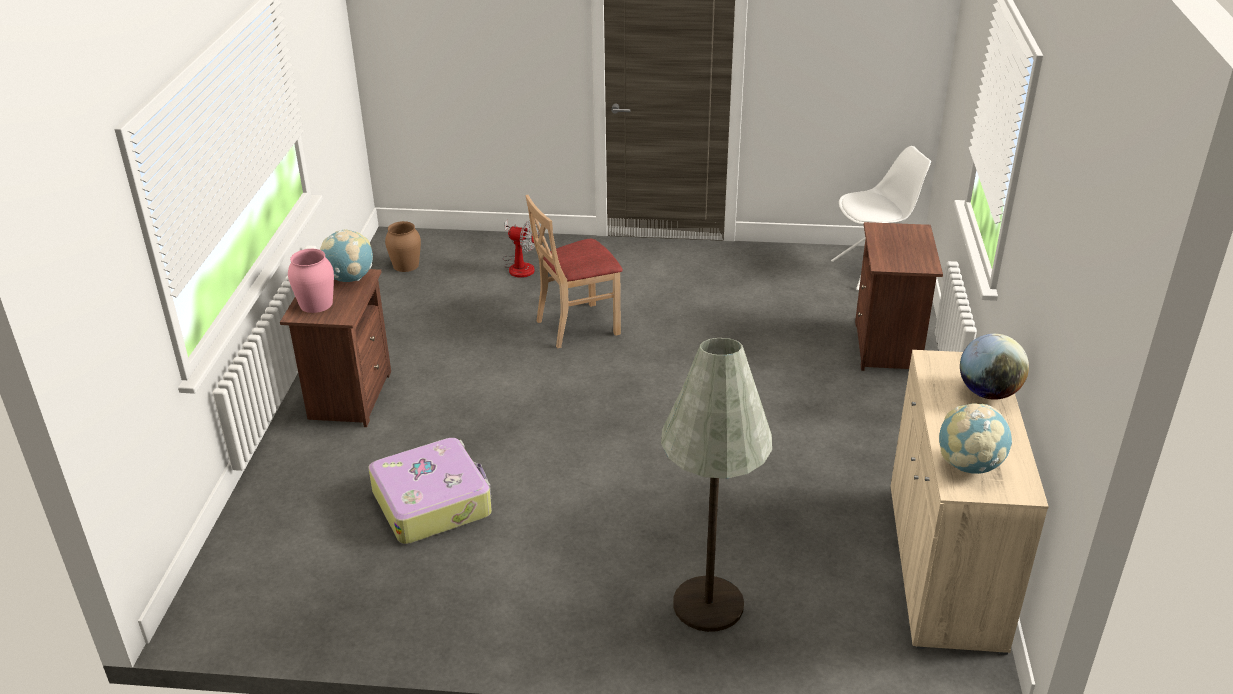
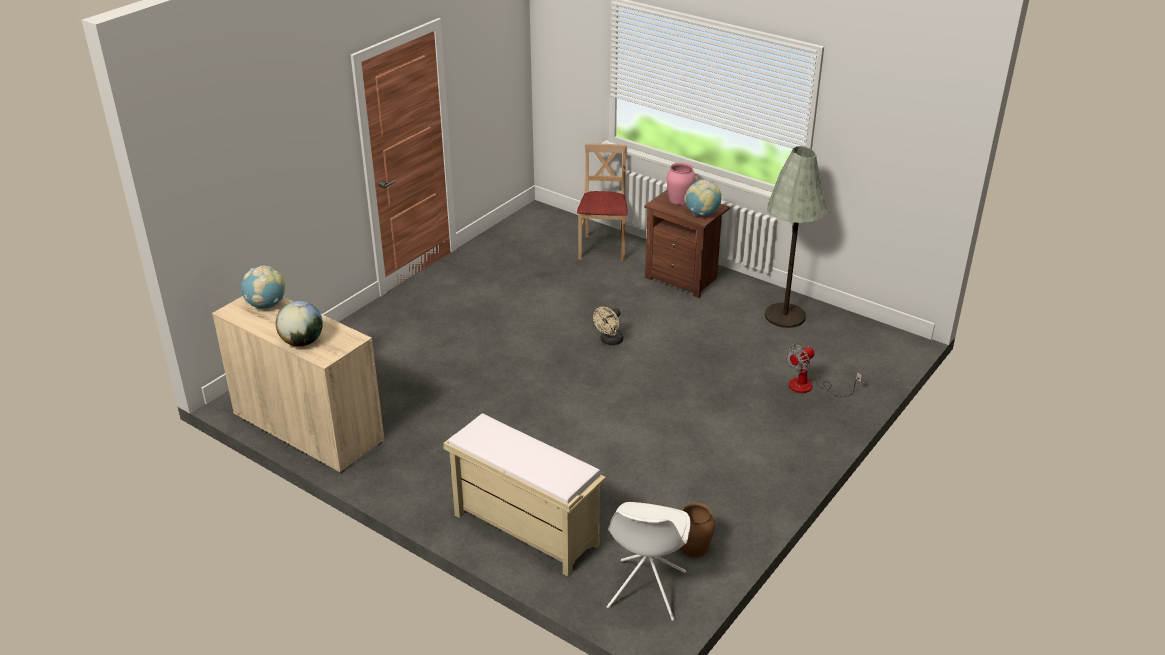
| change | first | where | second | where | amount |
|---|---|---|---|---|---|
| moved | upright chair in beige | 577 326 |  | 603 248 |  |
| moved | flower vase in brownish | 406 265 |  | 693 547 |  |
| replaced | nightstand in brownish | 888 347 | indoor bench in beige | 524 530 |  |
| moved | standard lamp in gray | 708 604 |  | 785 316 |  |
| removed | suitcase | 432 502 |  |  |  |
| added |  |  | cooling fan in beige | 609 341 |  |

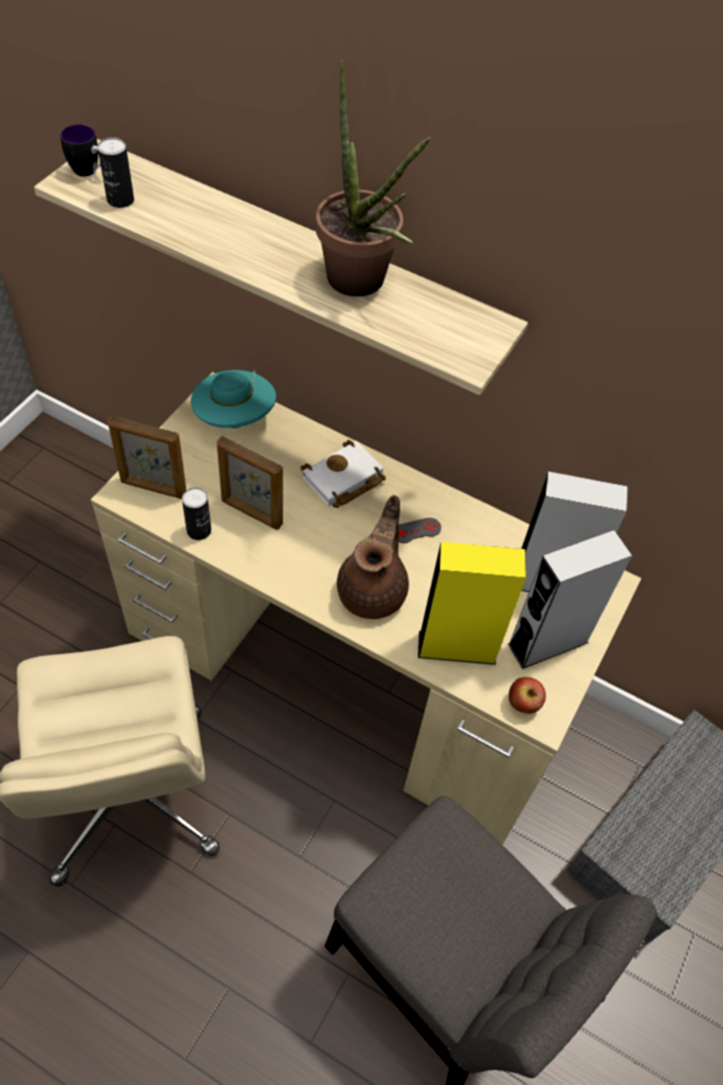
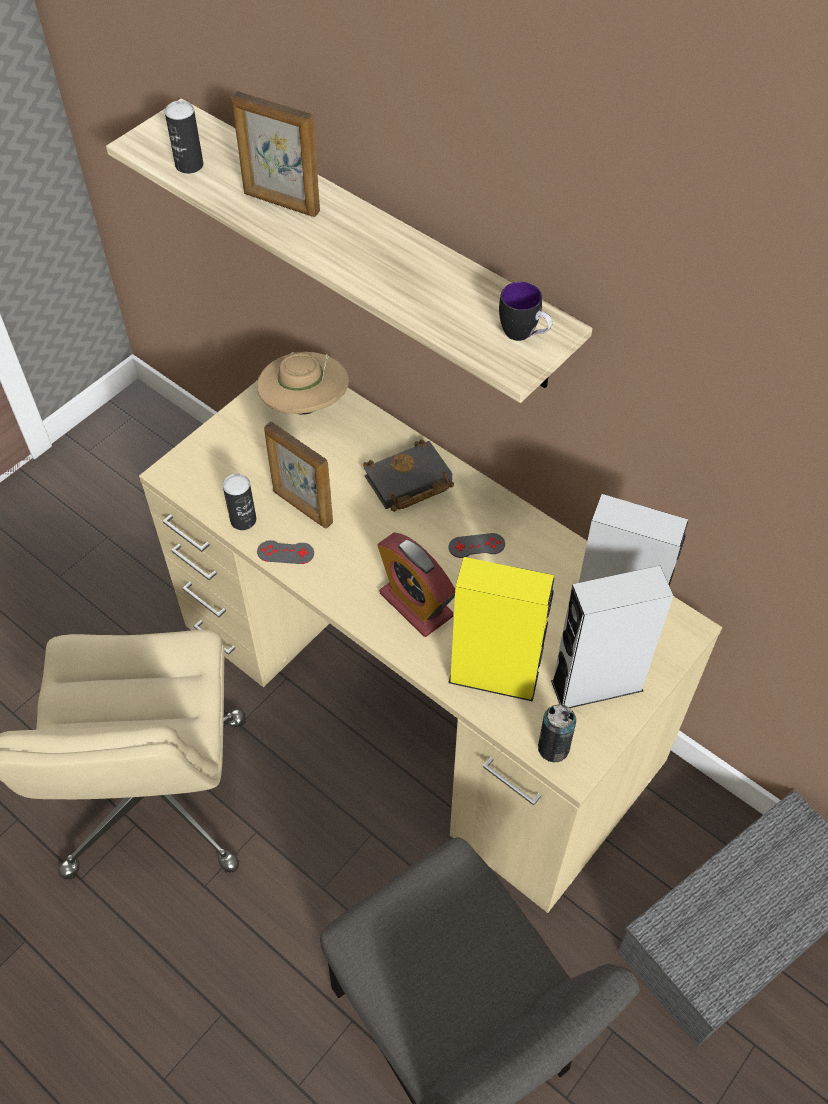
| change | first | where | second | where | amount |
|---|---|---|---|---|---|
| removed | potted plant | 361 286 |  |  |  |
| moved | tea mug | 90 172 |  | 524 335 |  |
| recoloured | wearable hat in blue-green | 235 419 | wearable hat in beige | 305 405 |  |
| moved | photo frame | 153 488 |  | 281 203 |  |
| recoloured | bound book in white | 343 481 | bound book in blackish | 407 483 |  |
| replaced | pot for tea in brownish | 374 590 | bedside clock | 416 604 |  |
| replaced | apple | 523 704 | sealed can | 553 748 |  |
| added |  |  | game controller in gray | 285 552 |  |

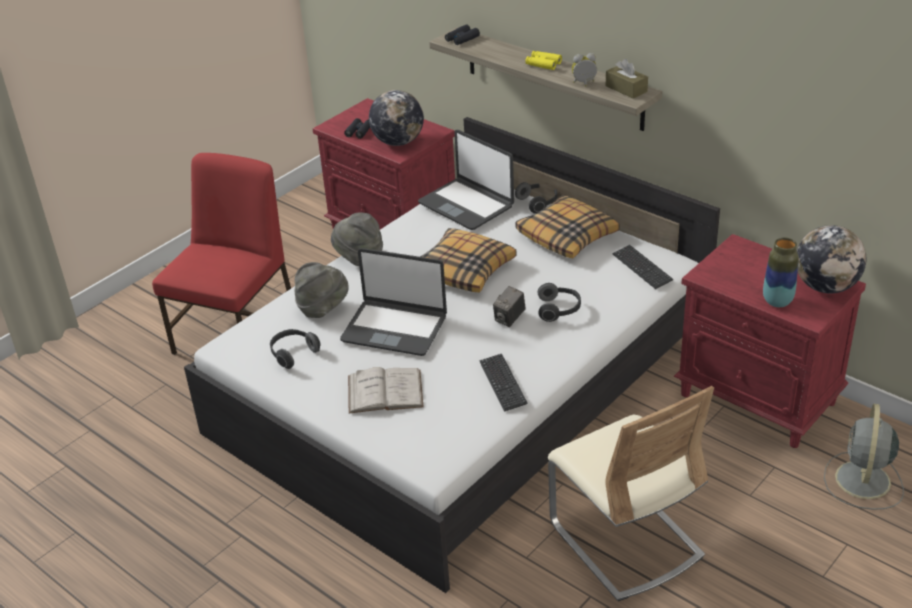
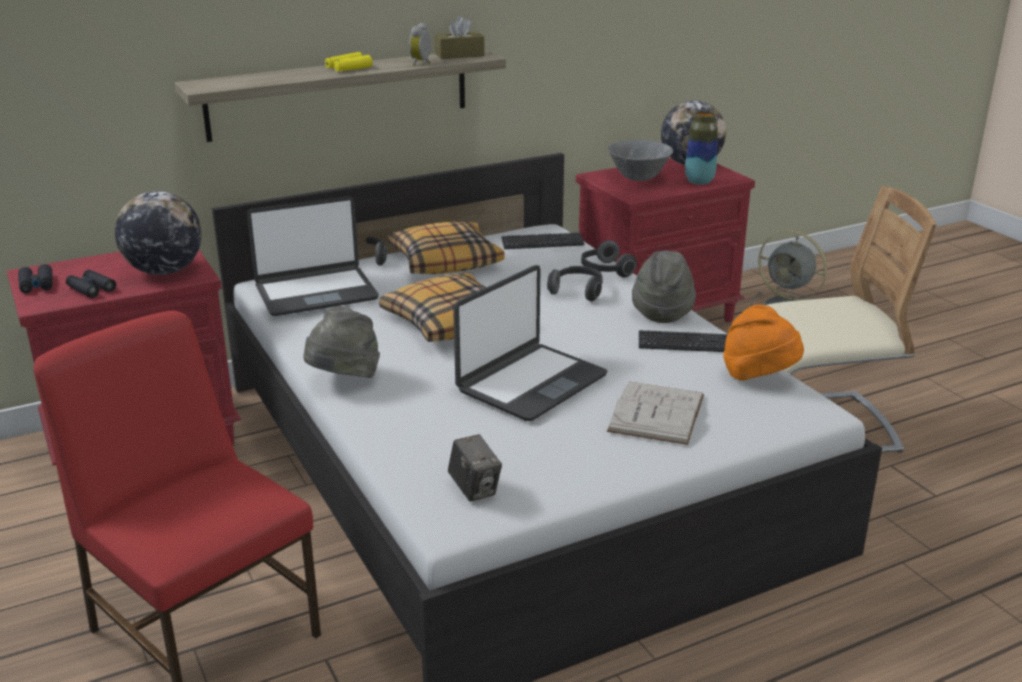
| change | first | where | second | where | amount |
|---|---|---|---|---|---|
| moved | pair of binoculars in blackish | 462 39 |  | 37 285 |  |
| moved | wearable hat in gray | 323 308 |  | 662 312 |  |
| moved | still camera | 509 319 |  | 474 489 |  |
| moved | pair of headphones | 293 354 |  | 605 271 |  |
| added |  |  | deep dish in gray | 638 179 |  |
| added |  |  | wearable hat in orange-coloured | 759 377 |  |

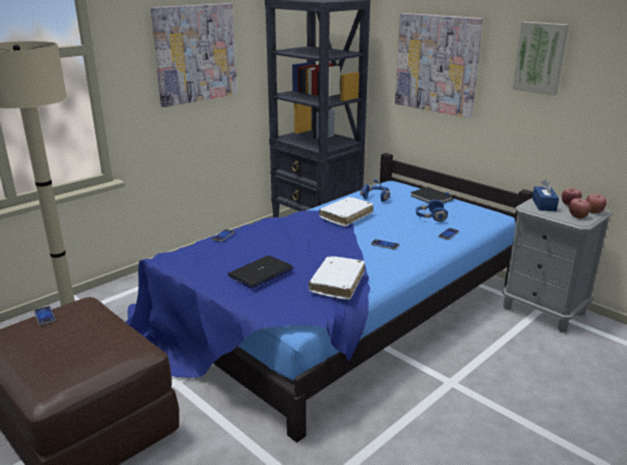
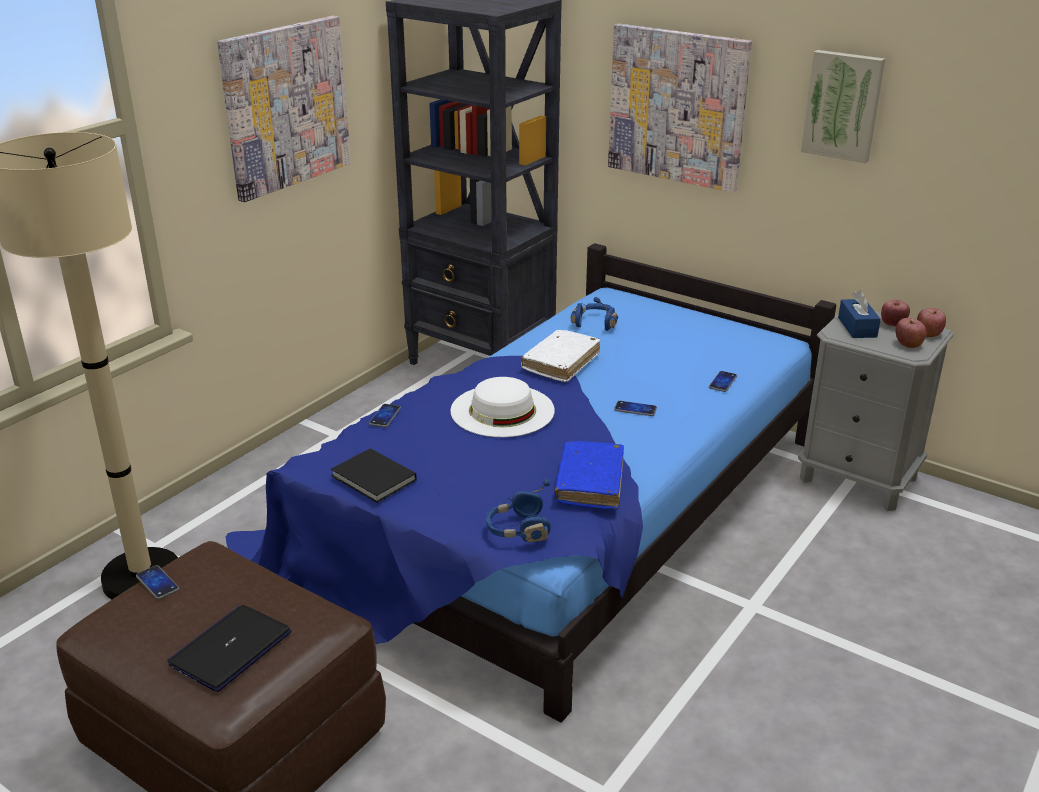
| change | first | where | second | where | amount |
|---|---|---|---|---|---|
| moved | bound book in blackish | 431 198 |  | 374 479 |  |
| moved | pair of headphones in blue | 431 217 |  | 518 530 |  |
| moved | notebook computer | 260 272 |  | 230 649 |  |
| recoloured | bound book in white | 337 283 | bound book in blue | 590 483 |  |
| added |  |  | wearable hat in white | 502 410 |  |

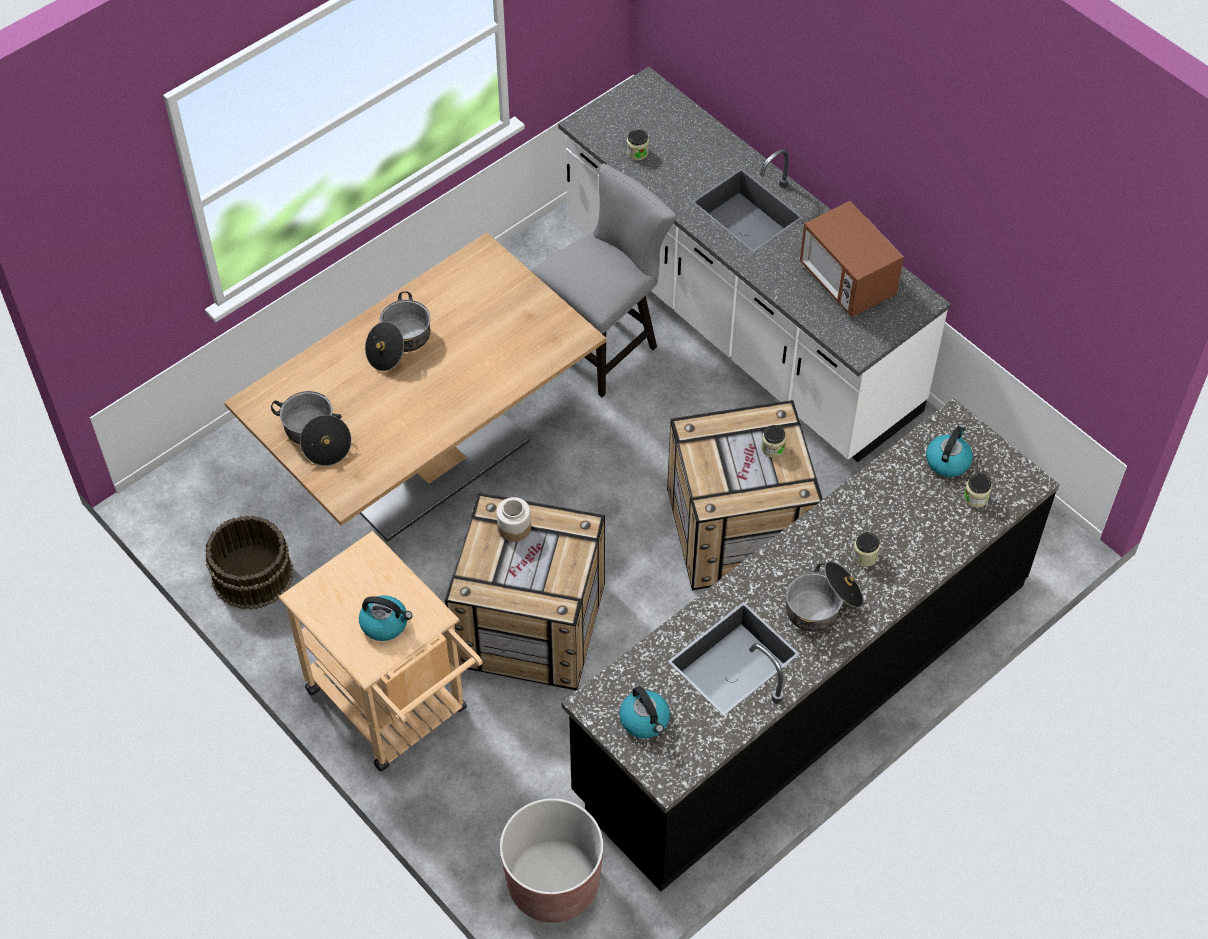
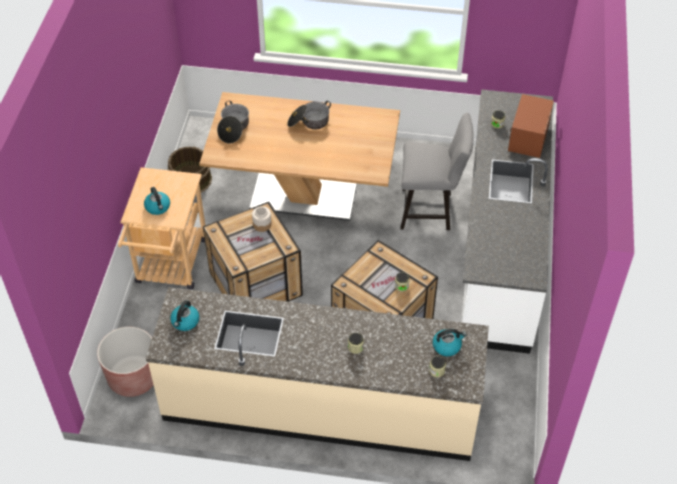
| change | first | where | second | where | amount |
|---|---|---|---|---|---|
| moved | microwave oven | 846 281 |  | 527 139 |  |
| recoloured | counter in blackish | 803 686 | counter in beige | 320 405 |  |
| removed | cooking pot | 822 606 |  |  |  |

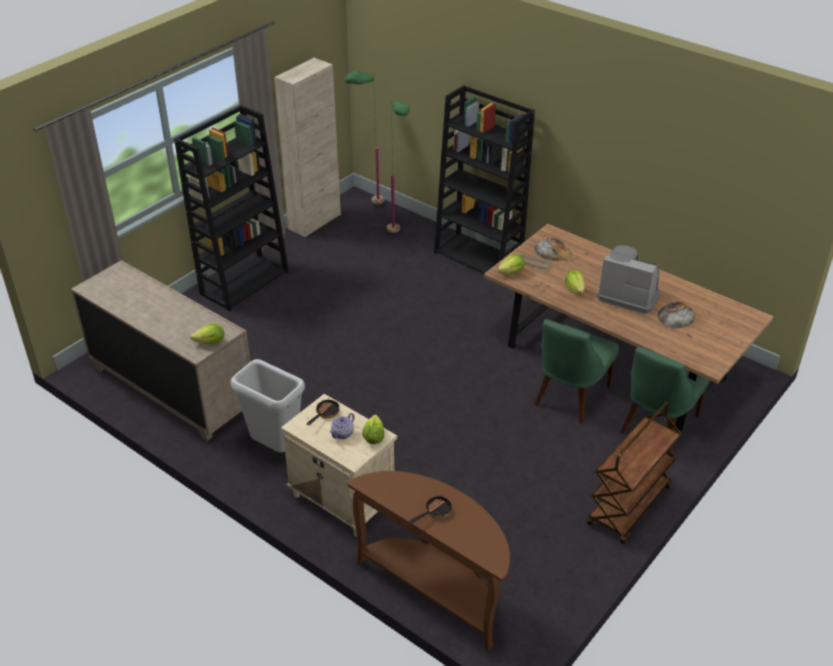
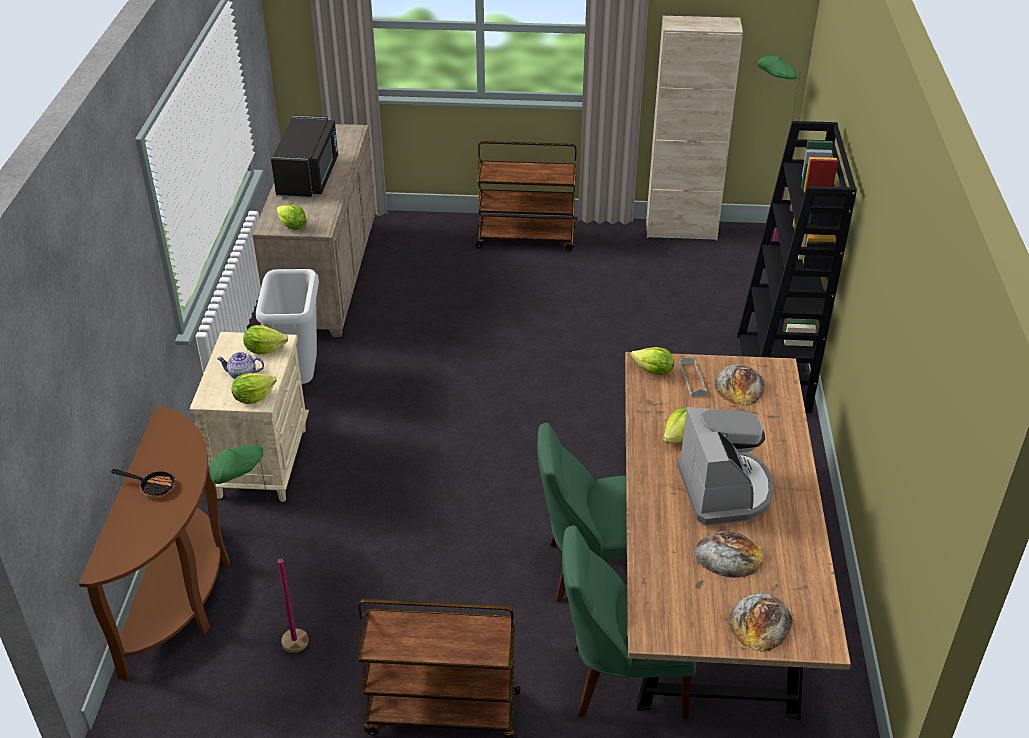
| change | first | where | second | where | amount |
|---|---|---|---|---|---|
| moved | standard lamp in green-coloured | 398 238 |  | 282 663 |  |
| replaced | bookshelf in blackish | 244 282 | trolley in brownish | 526 239 |  |
| replaced | skillet | 325 413 | head of lettuce | 264 349 |  |
| added |  |  | microwave oven in blackish | 309 177 |  |
| added |  |  | baked bread | 760 622 |  |

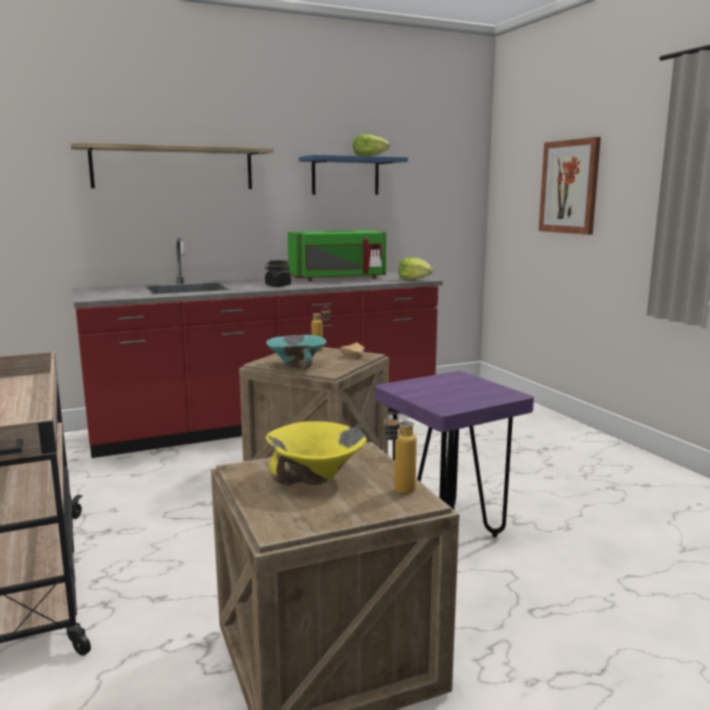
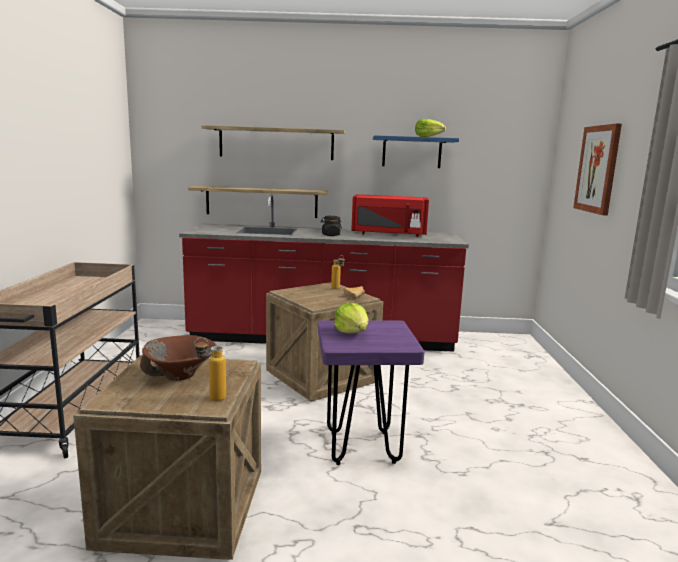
| change | first | where | second | where | amount |
|---|---|---|---|---|---|
| recoloured | microwave oven in green-coloured | 338 278 | microwave oven in red-coloured | 388 234 |  |
| moved | head of lettuce | 414 279 |  | 352 332 |  |
| removed | deep dish in blue-green | 297 365 |  |  |  |
| recoloured | deep dish in yellow | 316 478 | deep dish in brownish | 180 376 |  |
| added |  |  | shelf | 261 202 |  |

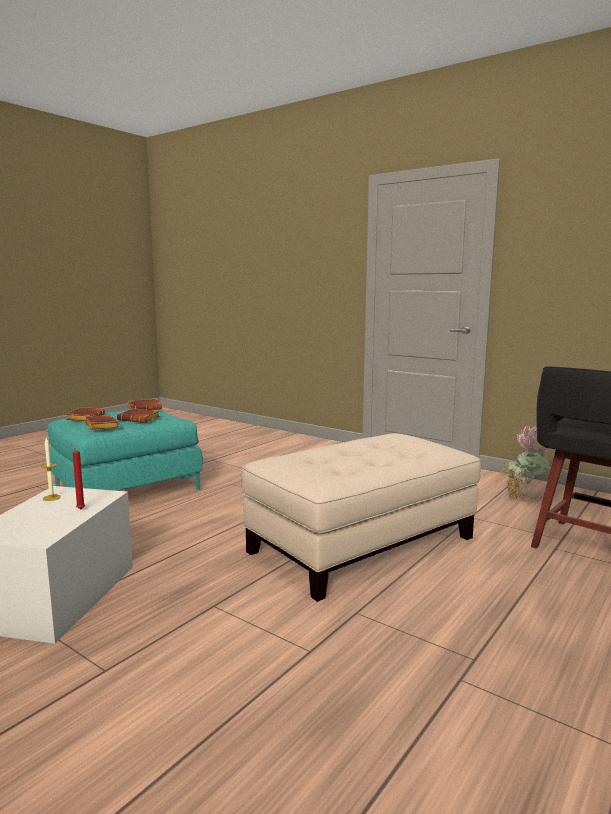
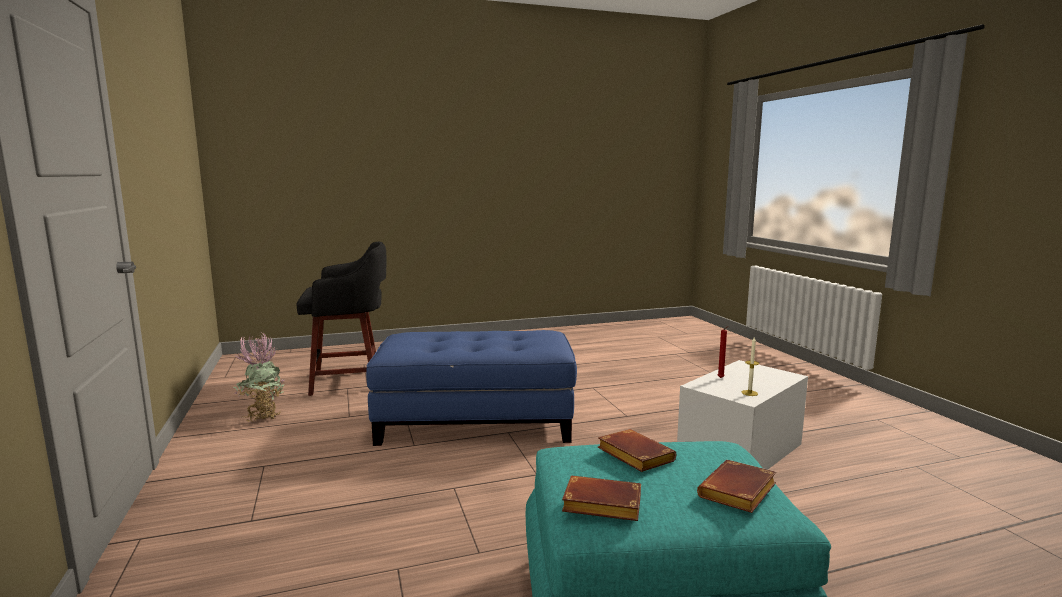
| change | first | where | second | where | amount |
|---|---|---|---|---|---|
| removed | bound book in brownish | 100 426 |  |  |  |
| recoloured | footrest in beige | 363 545 | footrest in blue | 476 421 |  |

